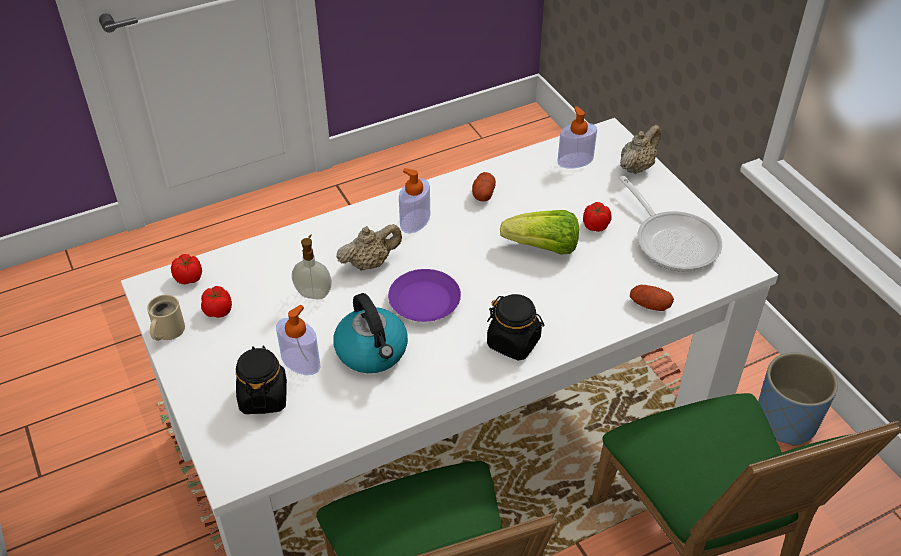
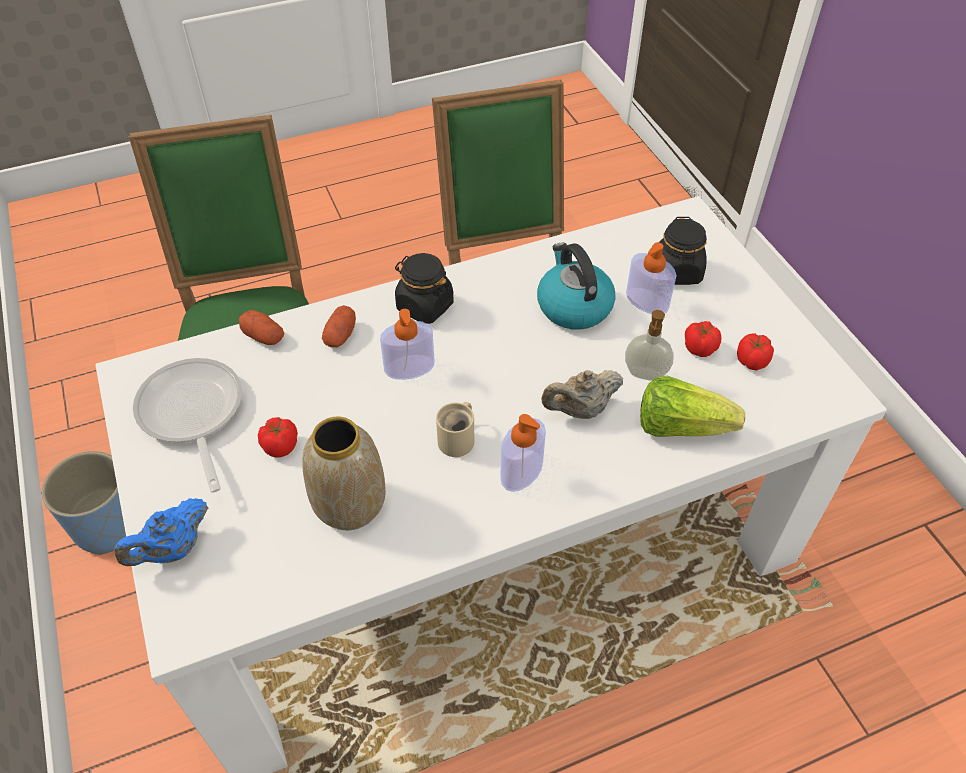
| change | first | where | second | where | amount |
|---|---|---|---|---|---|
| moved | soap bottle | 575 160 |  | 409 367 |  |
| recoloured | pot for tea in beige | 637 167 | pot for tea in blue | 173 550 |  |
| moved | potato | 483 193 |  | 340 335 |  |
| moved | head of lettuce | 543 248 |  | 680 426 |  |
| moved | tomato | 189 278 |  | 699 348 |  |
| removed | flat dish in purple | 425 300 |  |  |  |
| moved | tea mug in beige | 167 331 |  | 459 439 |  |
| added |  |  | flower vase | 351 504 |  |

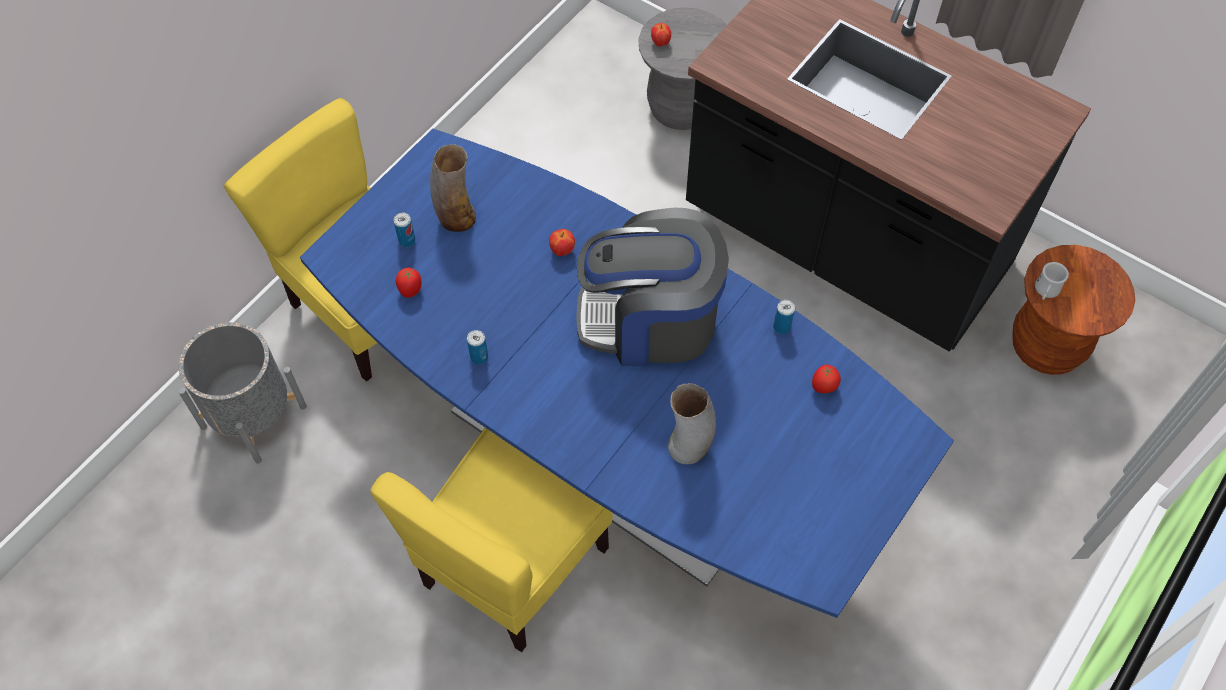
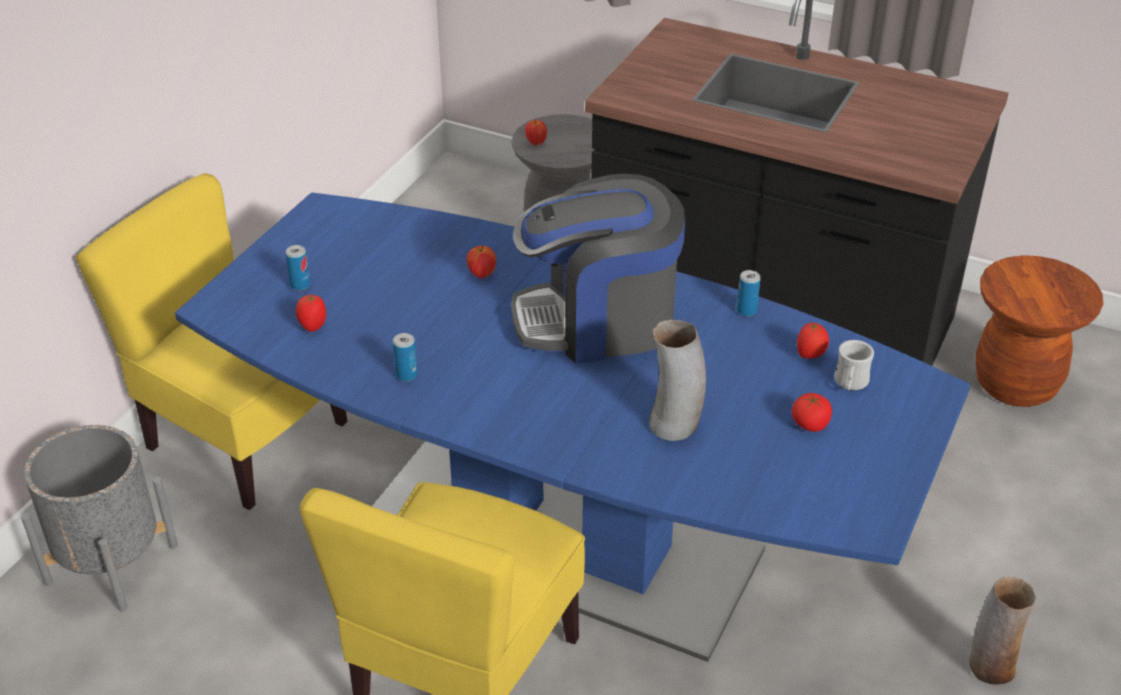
| change | first | where | second | where | amount |
|---|---|---|---|---|---|
| moved | flower vase | 456 217 |  | 989 667 |  |
| moved | tea mug in white | 1045 291 |  | 850 384 |  |
| added |  |  | tomato | 810 424 |  |

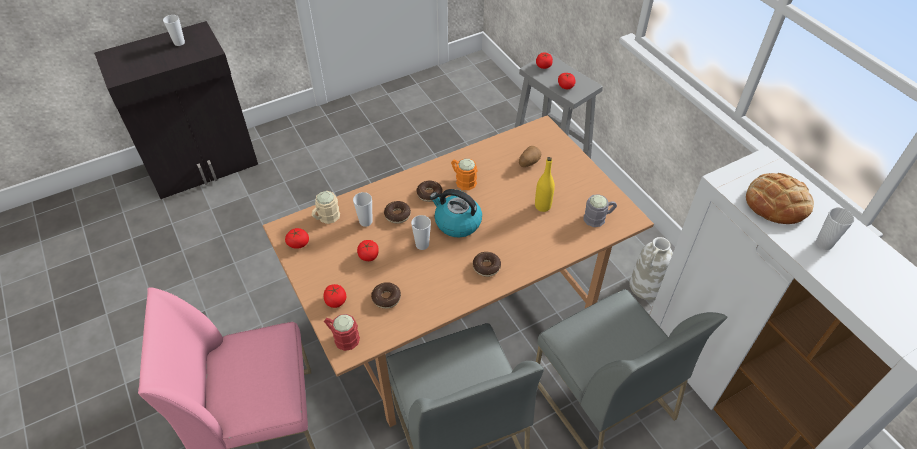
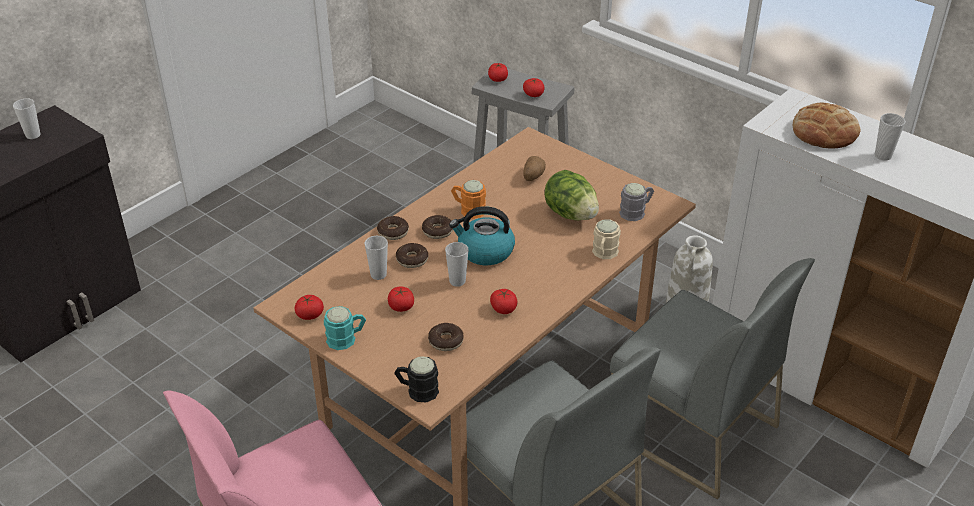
| change | first | where | second | where | amount |
|---|---|---|---|---|---|
| replaced | drink bottle in yellow | 542 206 | head of lettuce | 571 214 |  |
| moved | tea mug in beige | 326 218 |  | 604 254 |  |
| moved | donut | 486 267 |  | 393 232 |  |
| moved | tomato | 336 300 |  | 503 308 |  |
| recoloured | tea mug in red-coloured | 342 337 | tea mug in blackish | 417 390 |  |
| added |  |  | tea mug in blue-green | 346 339 |  |

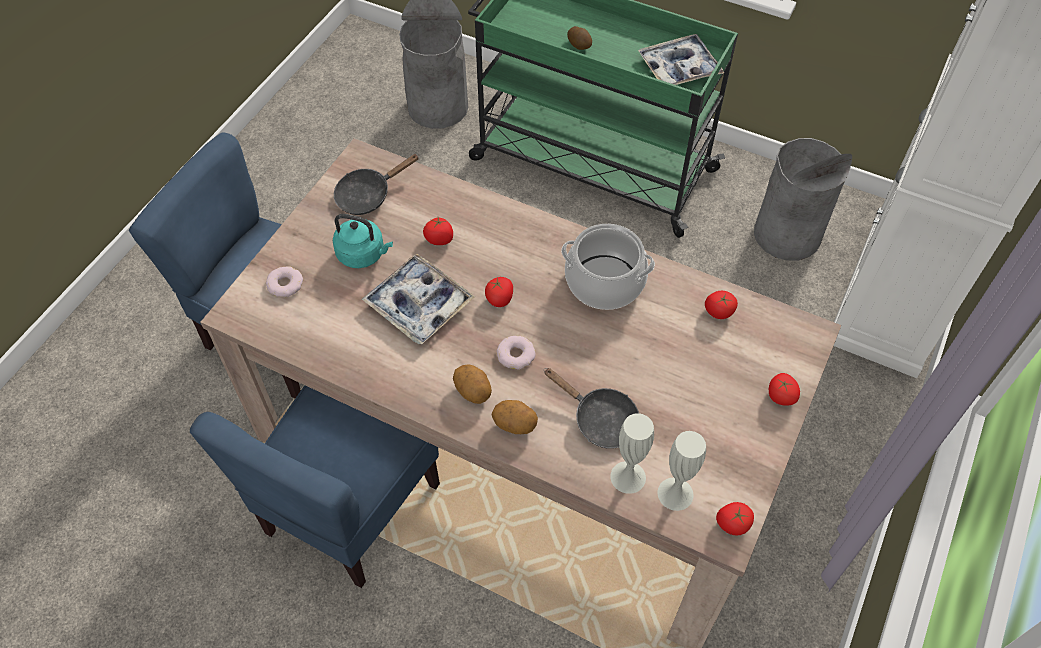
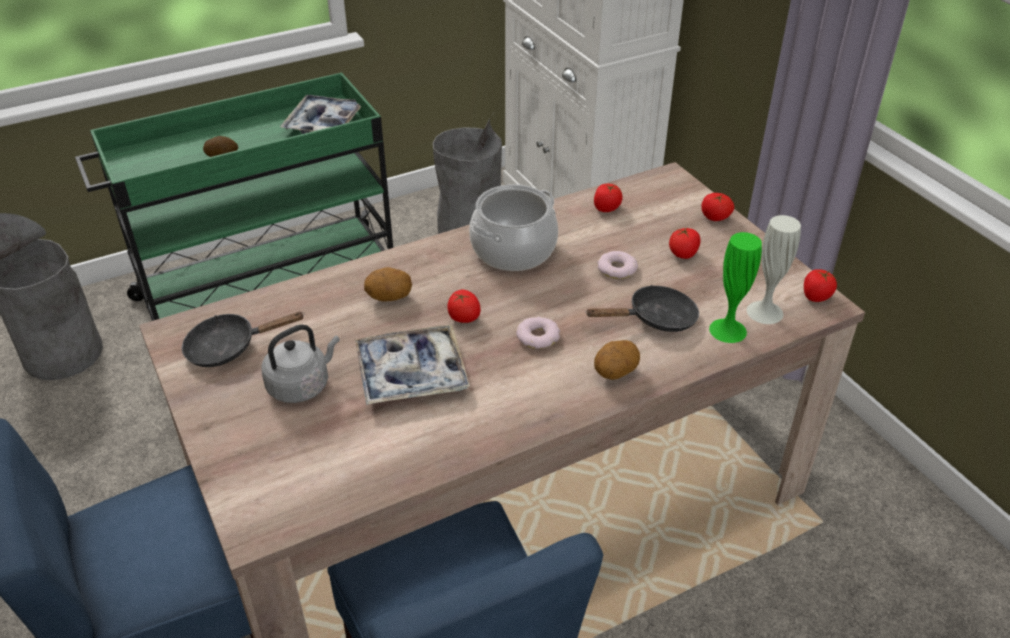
| change | first | where | second | where | amount |
|---|---|---|---|---|---|
| turned | skillet in blackish | 368 195 |  | 229 347 | 75 degrees clockwise |
| recoloured | water kettle in blue-green | 363 254 | water kettle in gray | 301 385 |  |
| moved | tomato | 439 239 |  | 683 254 |  |
| moved | donut | 285 284 |  | 617 269 |  |
| moved | potato | 473 391 |  | 389 297 |  |
| recoloured | flower vase in white | 628 477 | flower vase in green-coloured | 728 330 |  |

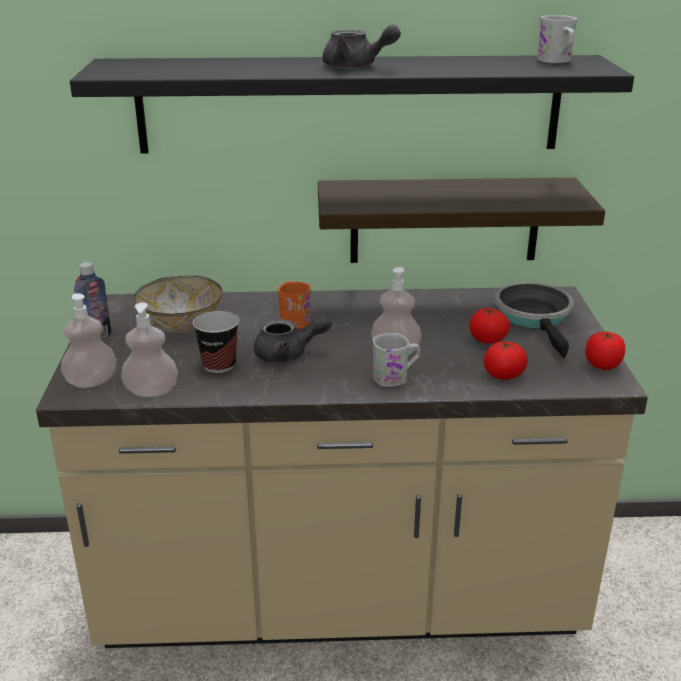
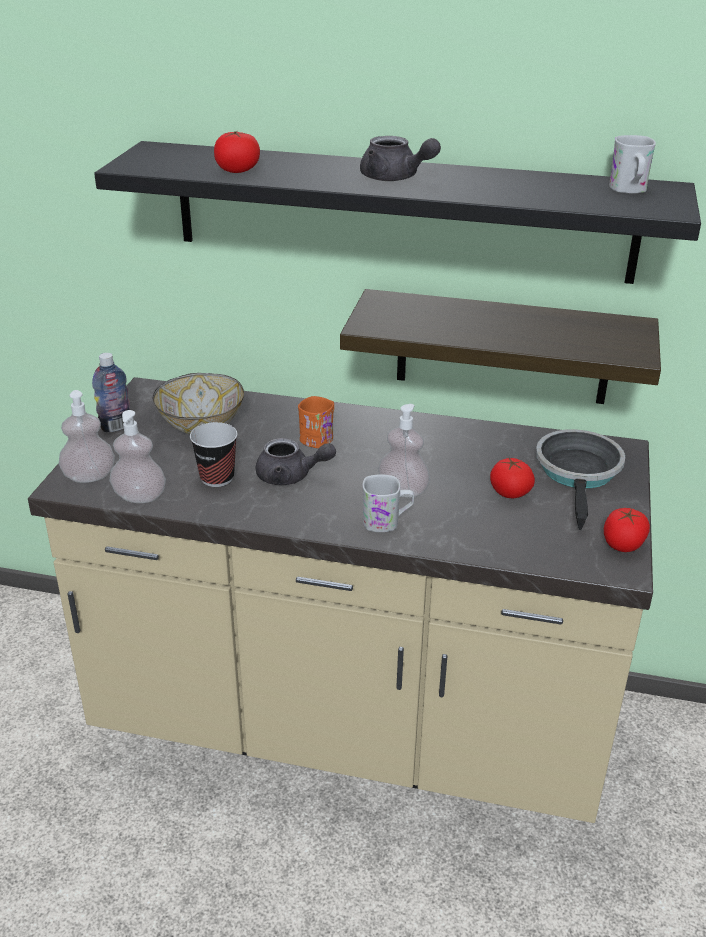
| change | first | where | second | where | amount |
|---|---|---|---|---|---|
| moved | tomato | 503 375 |  | 238 170 |  |

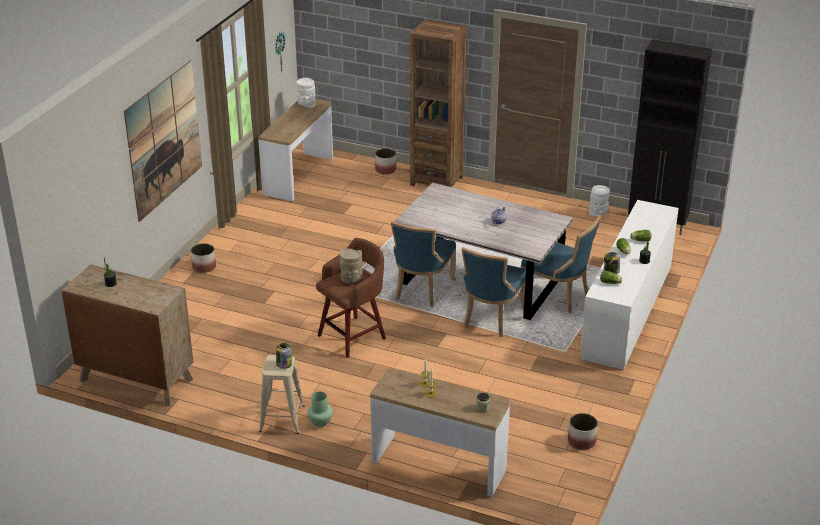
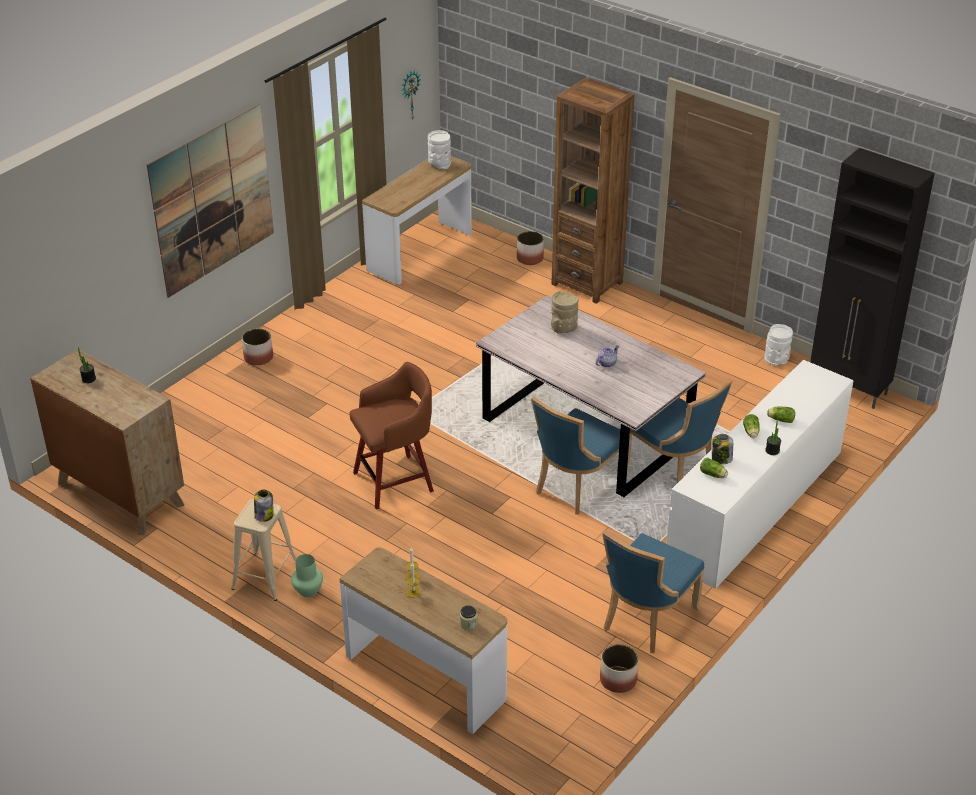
| change | first | where | second | where | amount |
|---|---|---|---|---|---|
| moved | upright chair in blue | 422 290 |  | 646 619 |  |
| moved | flower vase in beige | 351 279 |  | 563 329 |  |

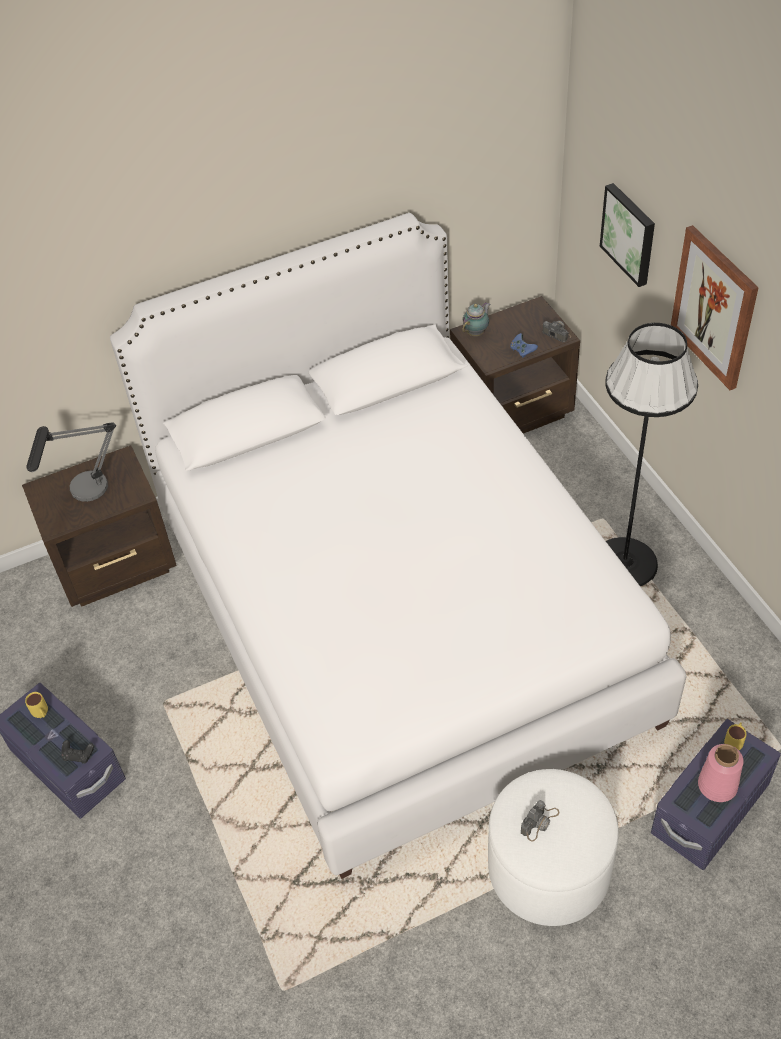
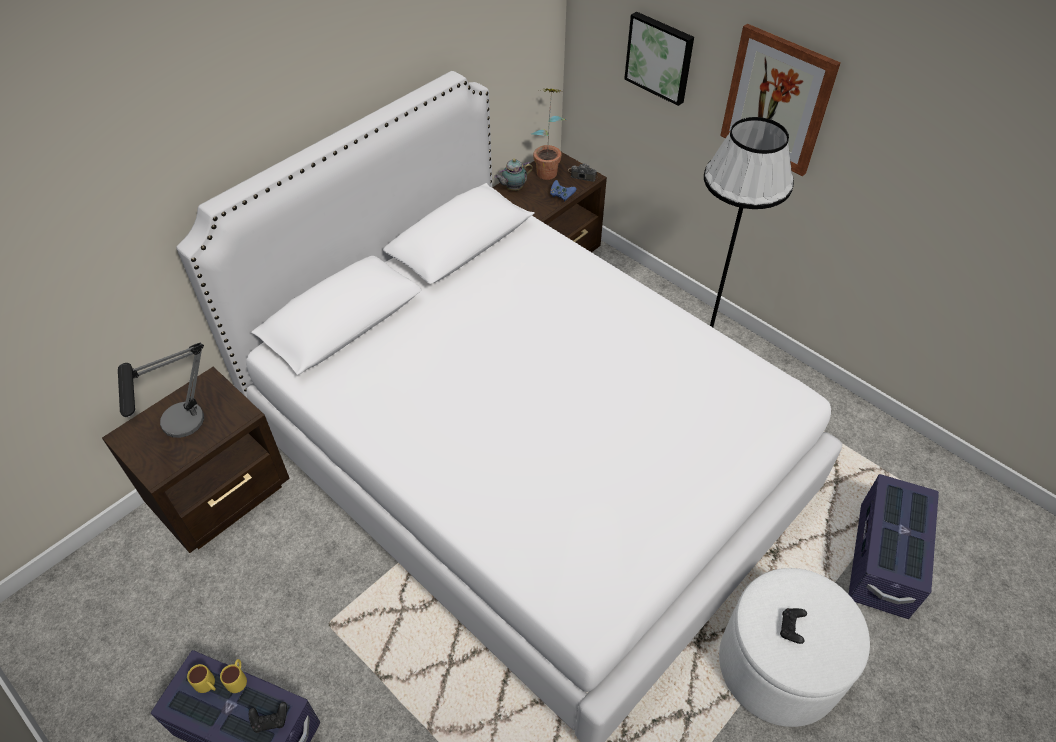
| change | first | where | second | where | amount |
|---|---|---|---|---|---|
| turned | pot for tea | 476 332 |  | 513 188 | 135 degrees counterclockwise |
| moved | tea mug in yellow | 734 743 |  | 239 681 |  |
| removed | flower vase in pinkish | 718 786 |  |  |  |
| replaced | still camera | 539 822 | game controller in blackish | 791 628 |  |
| added |  |  | potted plant | 548 169 |  |

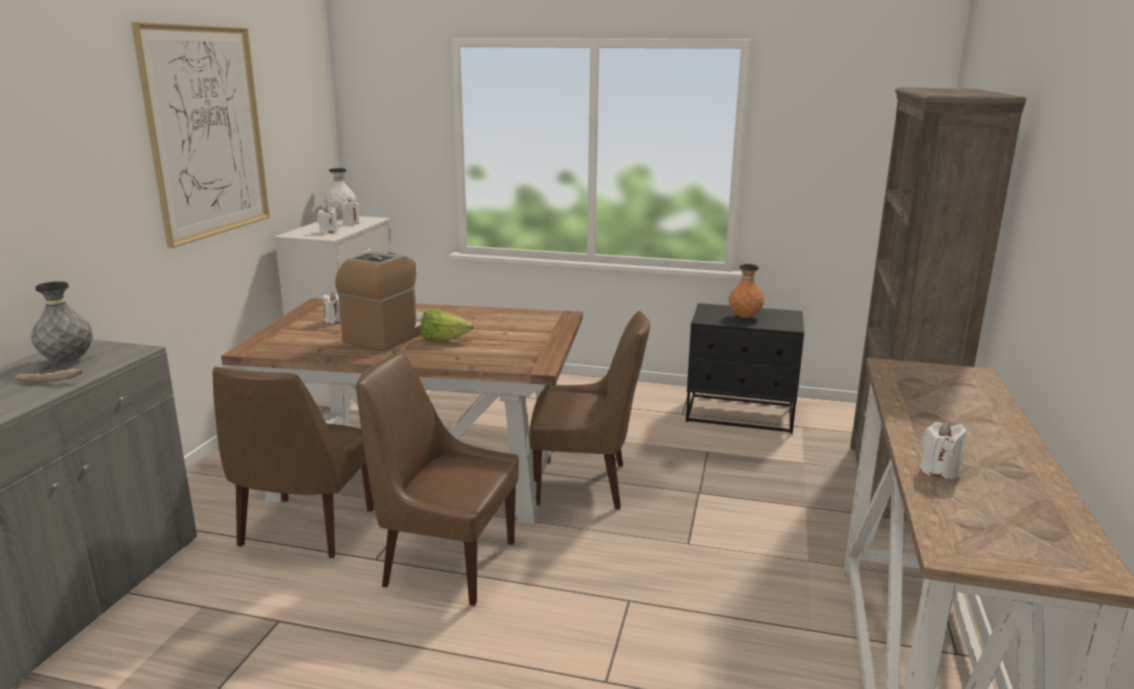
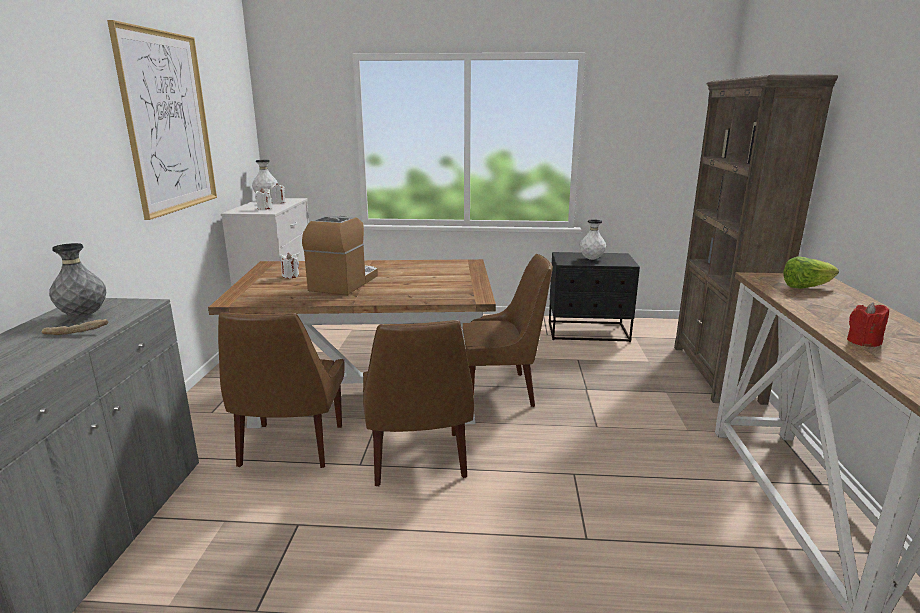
| change | first | where | second | where | amount |
|---|---|---|---|---|---|
| recoloured | flower vase in orange-coloured | 744 317 | flower vase in white | 591 259 |  |
| moved | head of lettuce | 443 340 |  | 806 287 |  |
| turned | upright chair in brownish | 445 563 |  | 418 461 | 105 degrees counterclockwise |
| recoloured | candle in white | 939 470 | candle in red-coloured | 863 342 |  |

